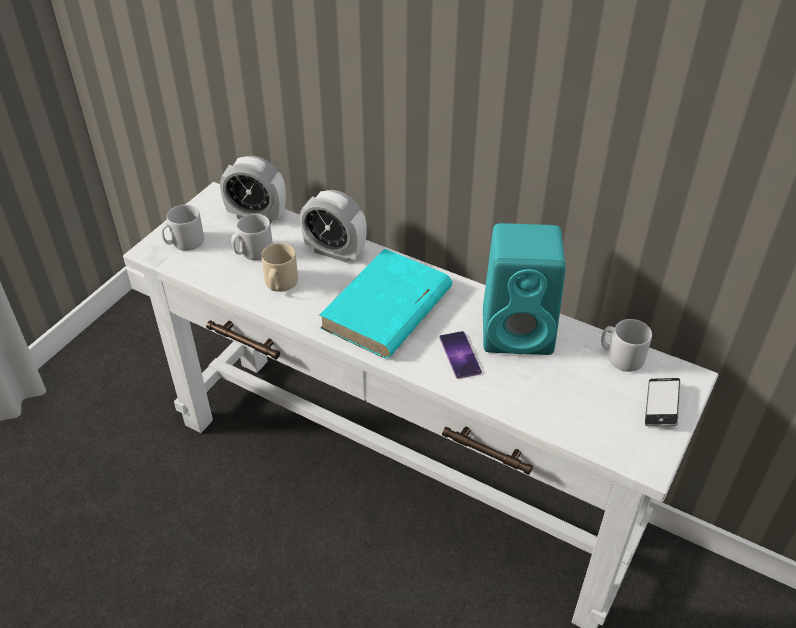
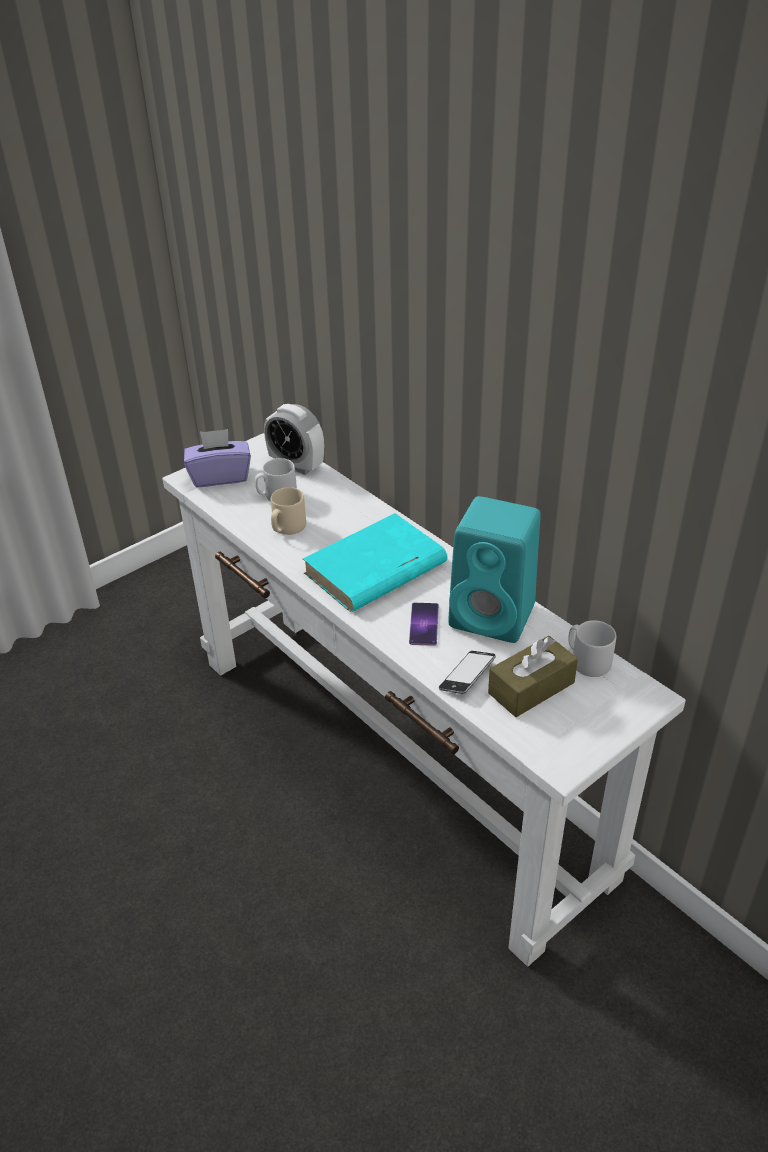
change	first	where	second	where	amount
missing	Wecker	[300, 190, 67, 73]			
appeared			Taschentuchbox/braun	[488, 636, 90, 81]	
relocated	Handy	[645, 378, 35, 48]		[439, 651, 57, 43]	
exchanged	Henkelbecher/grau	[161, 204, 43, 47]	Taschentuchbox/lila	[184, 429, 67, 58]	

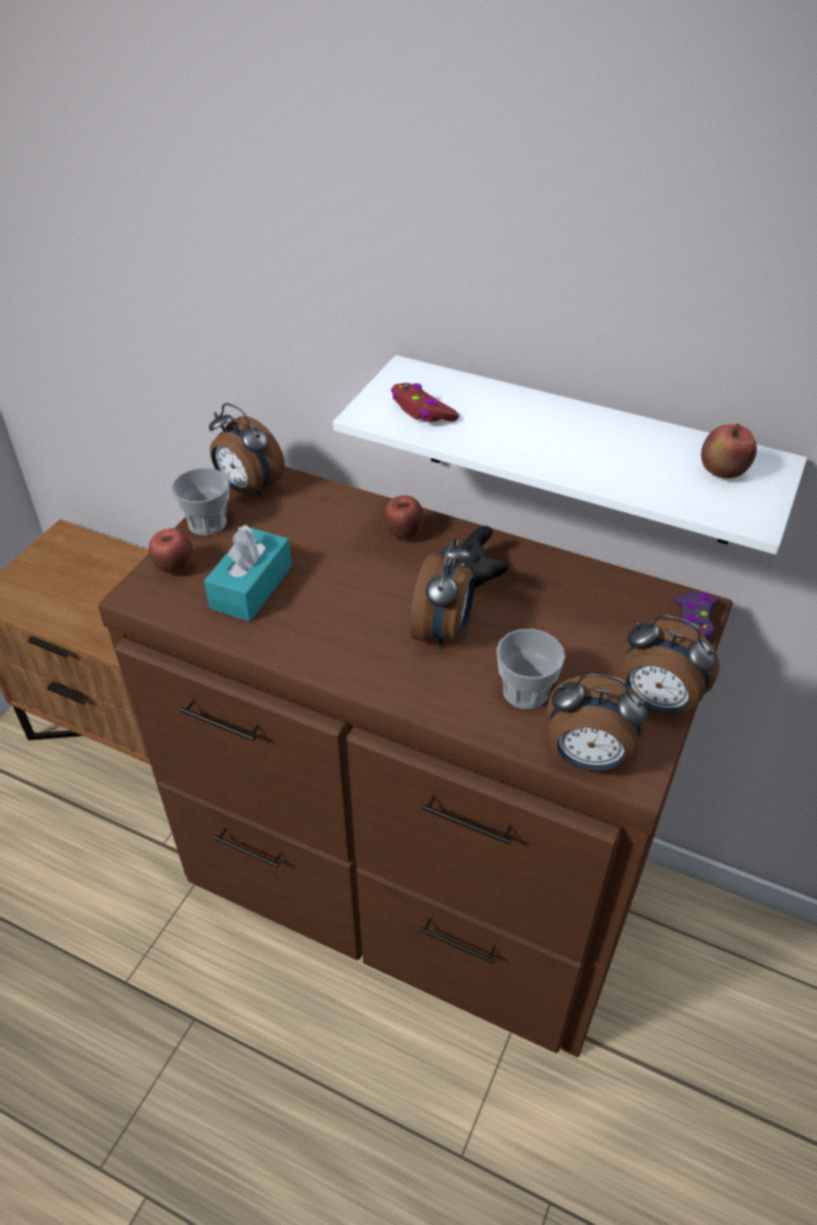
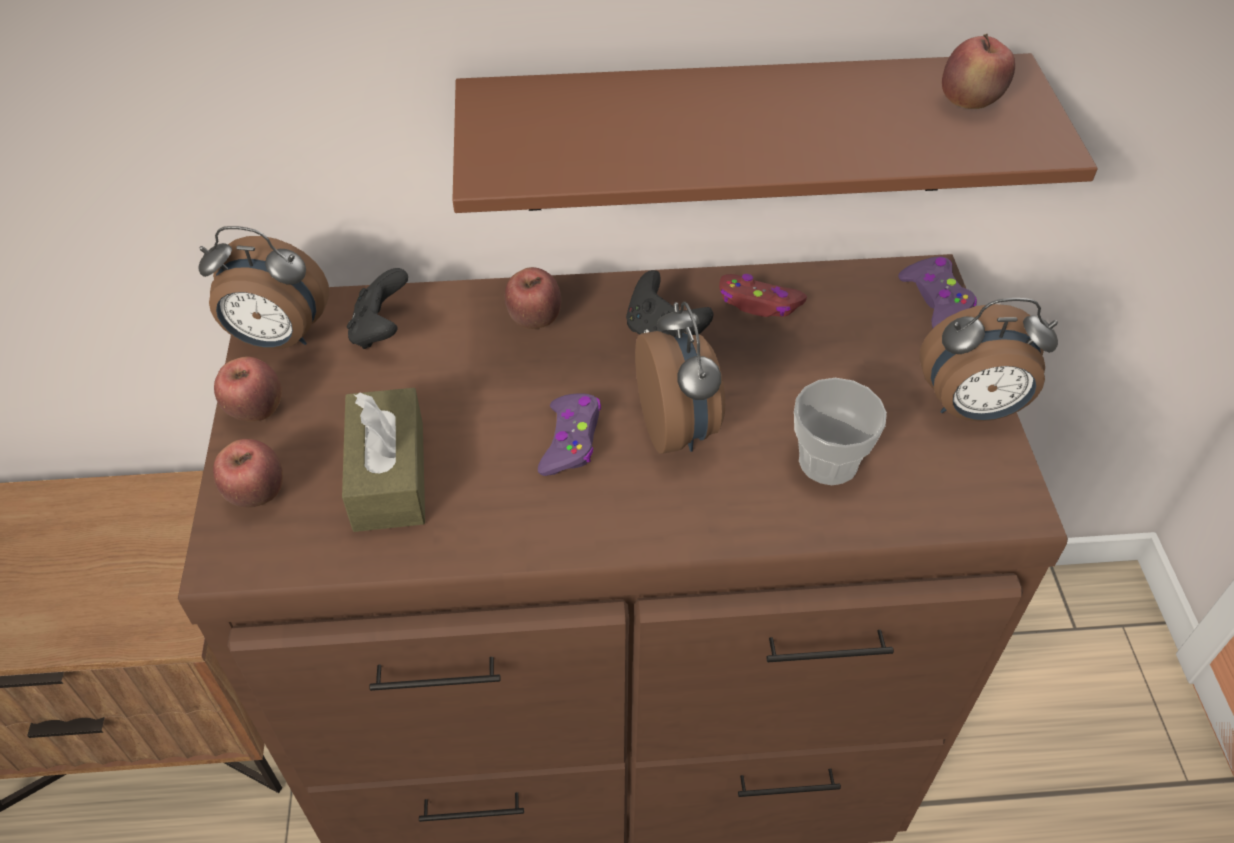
change	first	where	second	where	amount
missing	Wecker	[547, 673, 100, 99]			
appeared			Gamepad/schwarz	[347, 268, 61, 81]	
appeared			Gamepad/lila	[538, 393, 63, 83]	
relocated	Gamepad/rot	[391, 383, 68, 39]		[719, 274, 88, 43]	
exchanged	Tasse	[171, 468, 58, 68]	Apfel	[214, 357, 68, 64]	
colour	Taschentuchbox/türkis	[204, 525, 88, 96]	Taschentuchbox/braun	[342, 388, 83, 144]	
colour	Wandregal/weiß	[333, 355, 474, 200]	Wandregal/braun	[452, 53, 646, 160]	

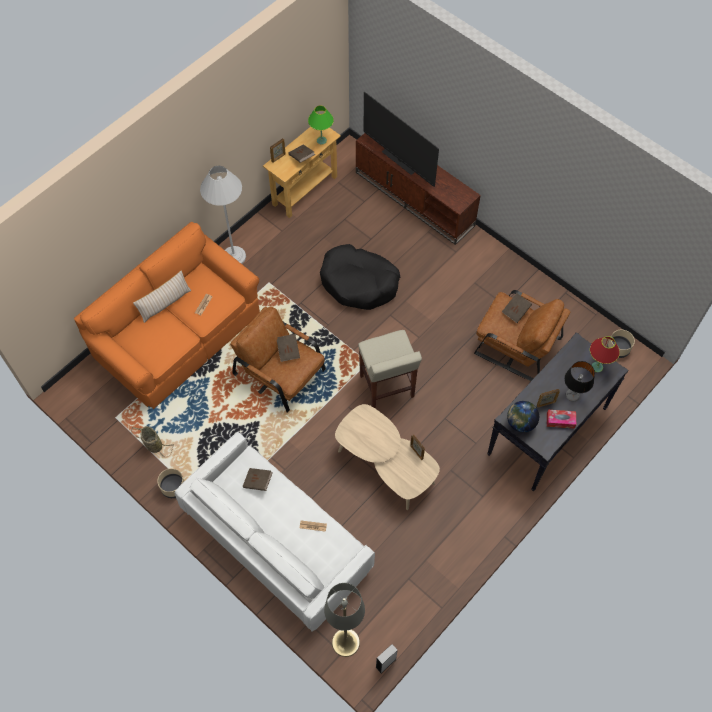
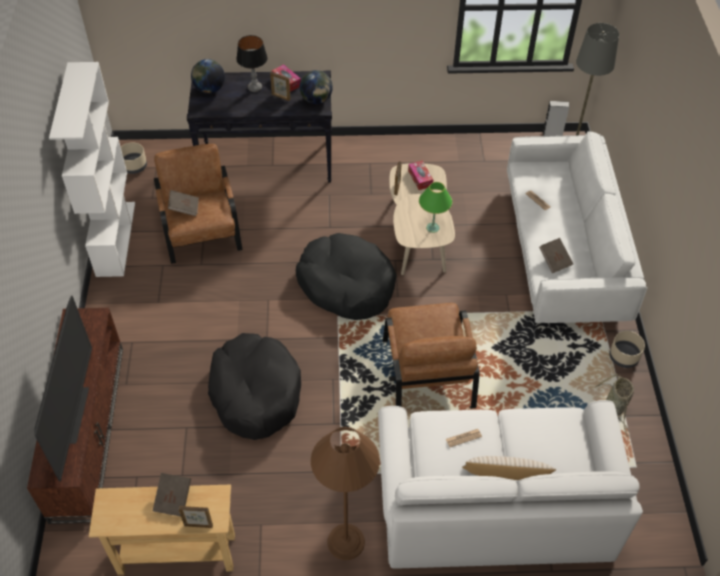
change	first	where	second	where	amount
missing	Buch/braun	[277, 334, 23, 28]			
appeared			Bücherregal/weiß	[49, 62, 86, 215]	
appeared			Taschentuchbox	[408, 161, 25, 29]	
relocated	Tischlampe/grün	[308, 105, 26, 40]		[419, 182, 33, 51]	
exchanged	Hocker/beige	[358, 330, 64, 79]	Hundebett/schwarz	[296, 233, 100, 87]	
exchanged	Tischlampe/rot	[590, 336, 30, 36]	Globus	[191, 59, 34, 34]	
colour	Sofa/orange	[74, 222, 186, 187]	Sofa/weiß	[378, 400, 265, 169]	
colour	Stehlampe/weiß	[200, 166, 46, 98]	Stehlampe/braun	[311, 427, 69, 133]	

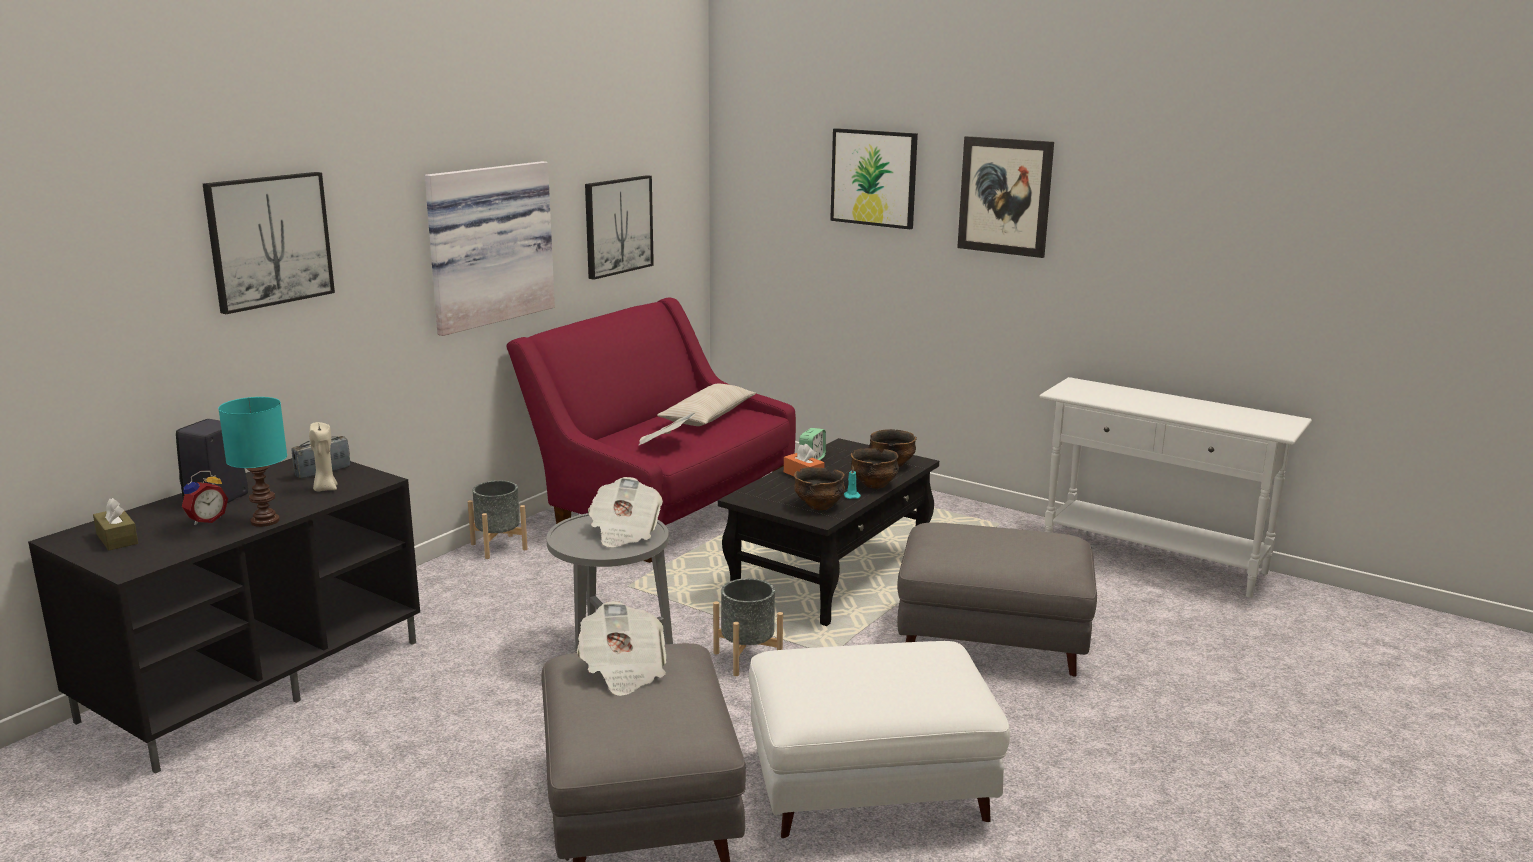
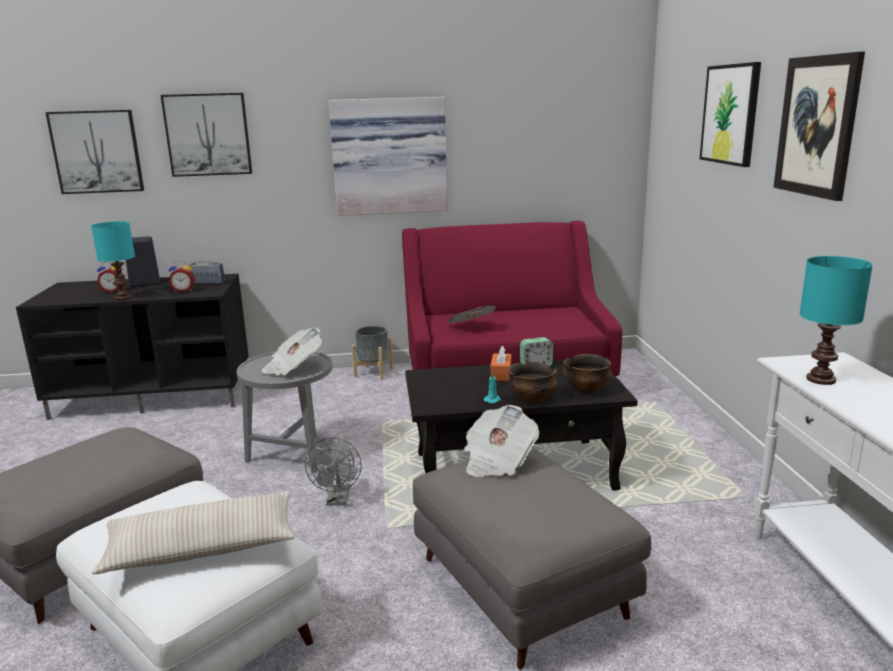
change	first	where	second	where	amount
missing	Taschentuchbox/braun	[93, 498, 45, 52]			
missing	Schüssel	[794, 467, 51, 43]			
appeared			Tischlampe/türkis	[799, 256, 74, 129]	
relocated	Zeitung	[577, 601, 89, 95]		[464, 405, 75, 72]	
relocated	Bild	[585, 175, 69, 105]		[45, 110, 99, 84]	
relocated	Kissen/beige	[657, 383, 99, 43]		[92, 491, 203, 83]	
exchanged	Kerze/beige	[309, 422, 28, 70]	Wecker	[169, 261, 26, 32]	
exchanged	Pflanzkübel/grau	[713, 578, 70, 98]	Ventilator/grau	[305, 437, 57, 68]	

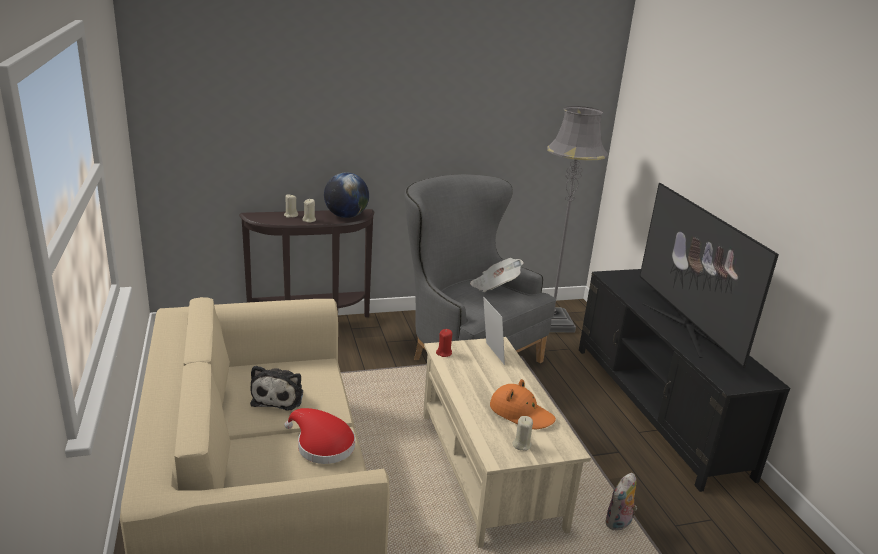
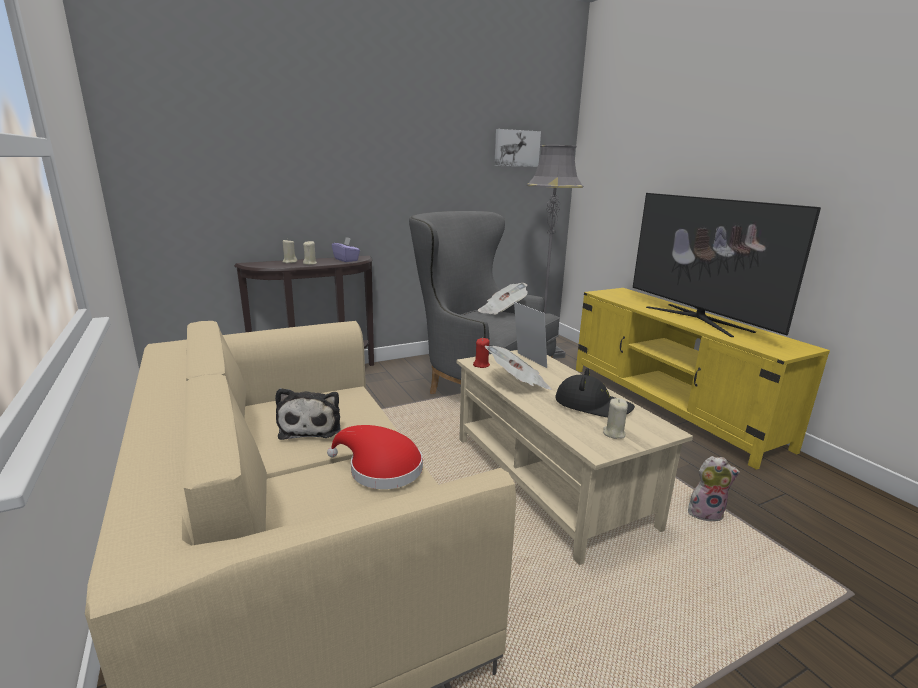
change	first	where	second	where	amount
appeared			Zeitung	[485, 346, 67, 44]	
appeared			Bild	[494, 129, 47, 38]	
exchanged	Globus	[324, 172, 45, 46]	Taschentuchbox/lila	[332, 237, 28, 25]	
colour	Hut/orange	[490, 379, 66, 50]	Hut/schwarz	[555, 368, 80, 49]	
colour	Fernsehschrank/schwarz	[579, 269, 211, 223]	Fernsehschrank/gelb	[576, 288, 254, 182]	
spun	Plüschtier	[605, 473, 32, 57]		[688, 456, 52, 65]	120 degrees counterclockwise

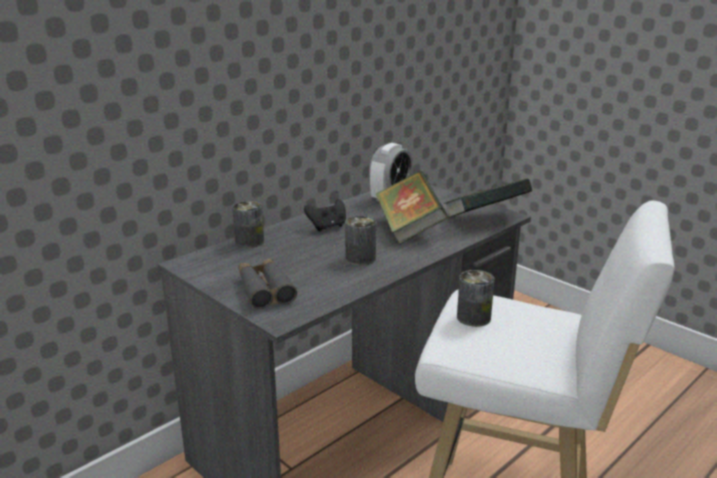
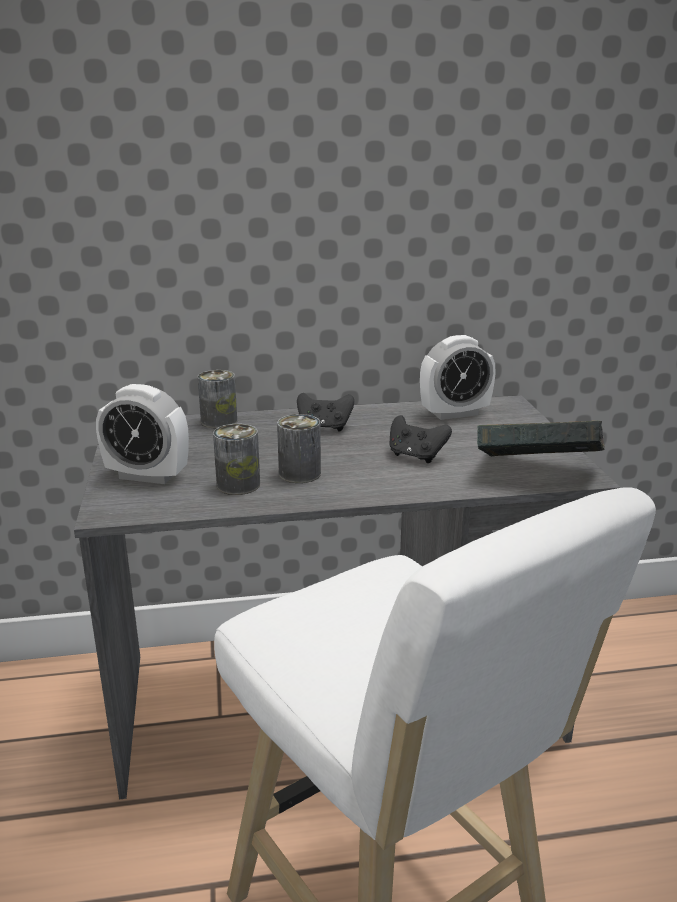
change	first	where	second	where	amount
relocated	Dose	[457, 270, 37, 57]		[213, 424, 47, 71]	
exchanged	Fernglas/grau	[238, 259, 59, 50]	Wecker	[96, 384, 93, 100]	
exchanged	Buch	[375, 171, 73, 73]	Gamepad/schwarz	[390, 415, 62, 48]	

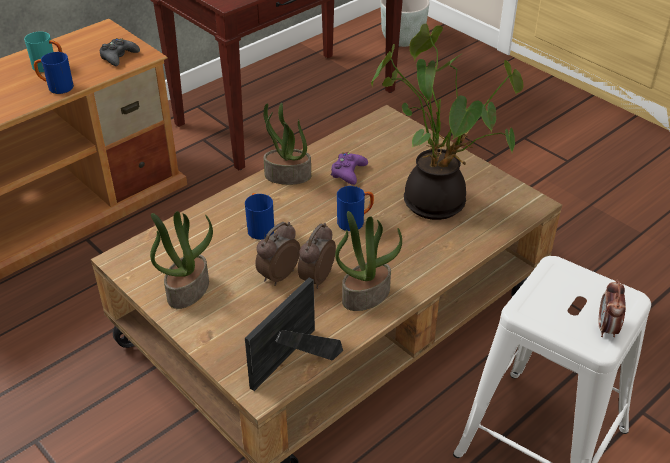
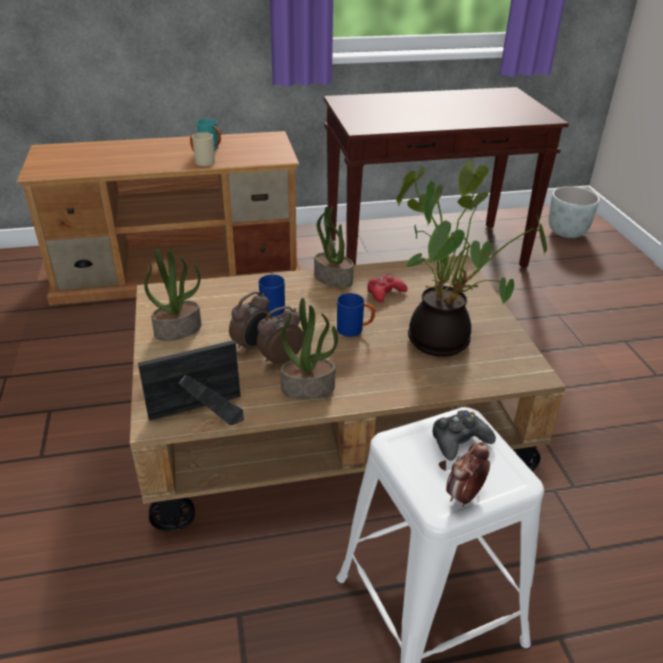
change	first	where	second	where	amount
relocated	Gamepad/schwarz	[100, 38, 40, 28]		[433, 410, 63, 51]	
colour	Henkelbecher/blau	[34, 52, 40, 42]	Henkelbecher/beige	[190, 132, 25, 34]	
colour	Gamepad/lila	[331, 152, 37, 33]	Gamepad/rot	[367, 274, 40, 29]	
spun	Wecker	[255, 222, 45, 64]		[229, 291, 43, 63]	150 degrees clockwise

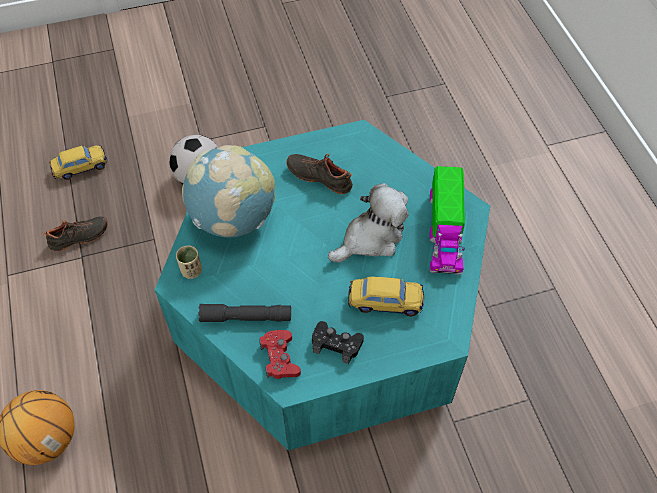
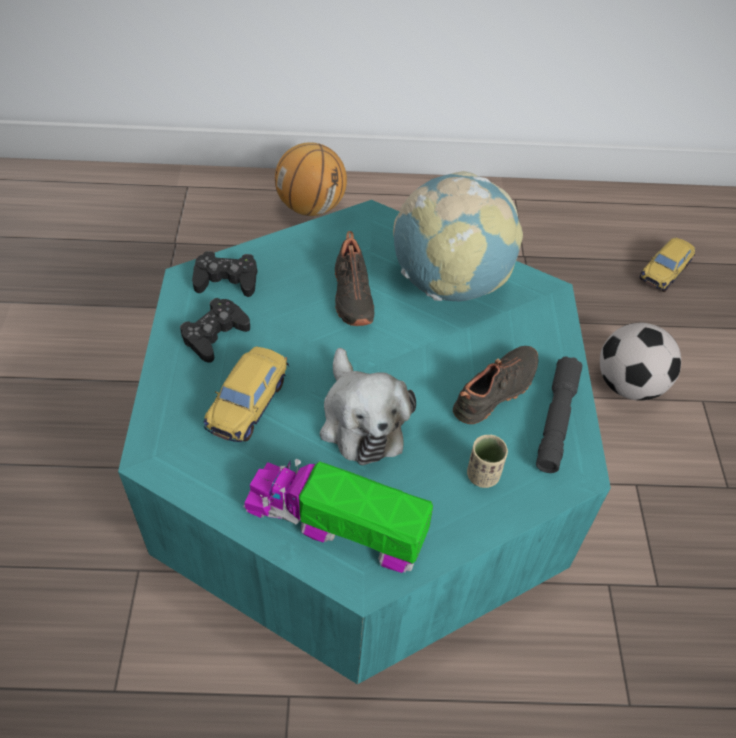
change	first	where	second	where	amount
relocated	Schuh/schwarz	[42, 216, 66, 35]		[335, 231, 39, 95]	
relocated	Tasse/beige	[176, 245, 26, 34]		[467, 435, 41, 53]	
relocated	Taschenlampe/grau	[198, 304, 93, 18]		[536, 356, 46, 117]	
colour	Gamepad/rot	[259, 330, 42, 49]	Gamepad/schwarz	[192, 251, 66, 46]	
spun	Spielzeugauto	[49, 145, 58, 35]		[639, 238, 56, 54]	45 degrees clockwise

